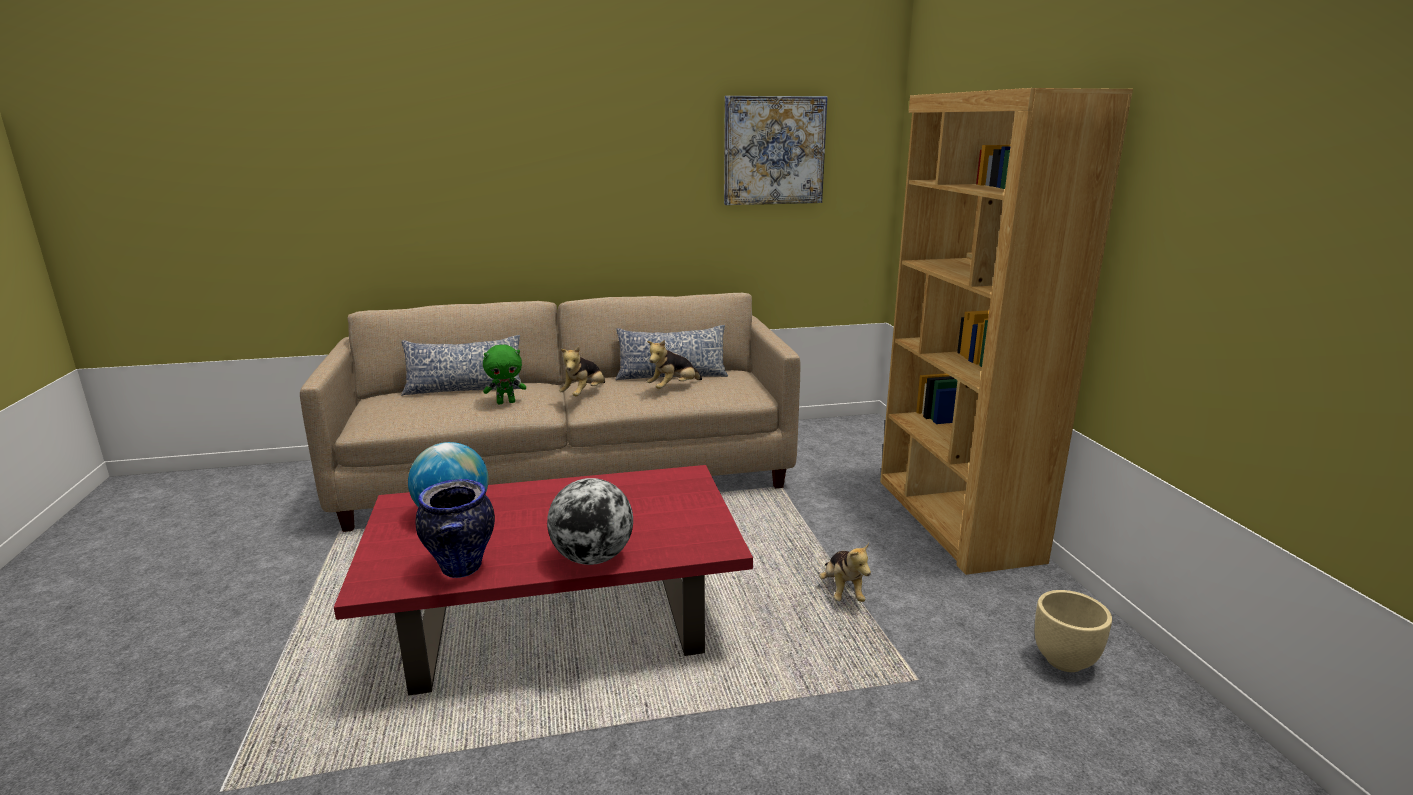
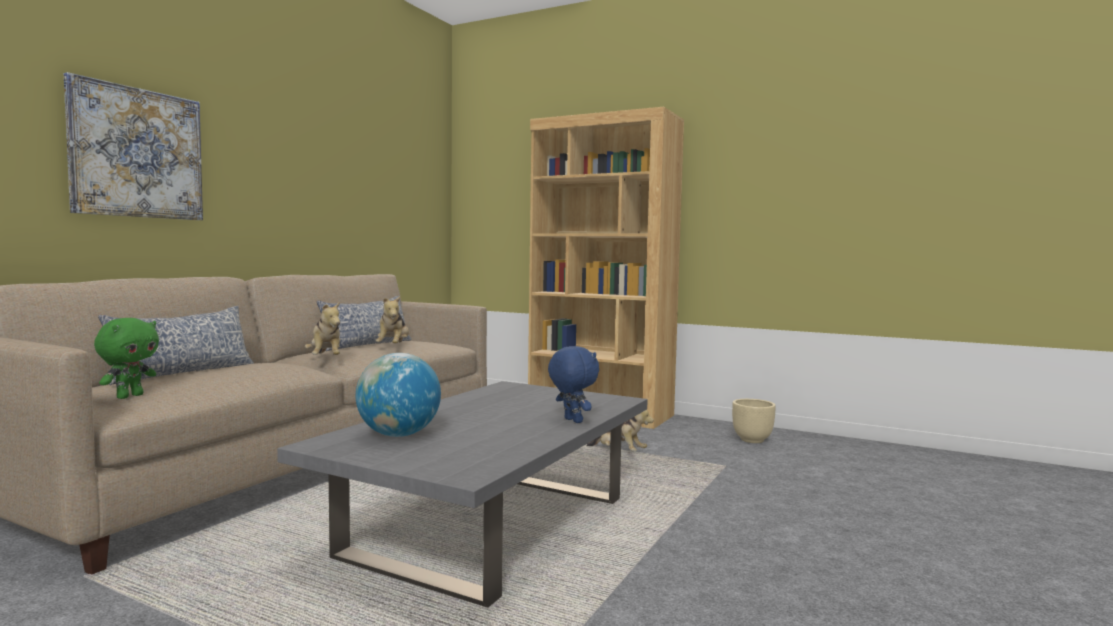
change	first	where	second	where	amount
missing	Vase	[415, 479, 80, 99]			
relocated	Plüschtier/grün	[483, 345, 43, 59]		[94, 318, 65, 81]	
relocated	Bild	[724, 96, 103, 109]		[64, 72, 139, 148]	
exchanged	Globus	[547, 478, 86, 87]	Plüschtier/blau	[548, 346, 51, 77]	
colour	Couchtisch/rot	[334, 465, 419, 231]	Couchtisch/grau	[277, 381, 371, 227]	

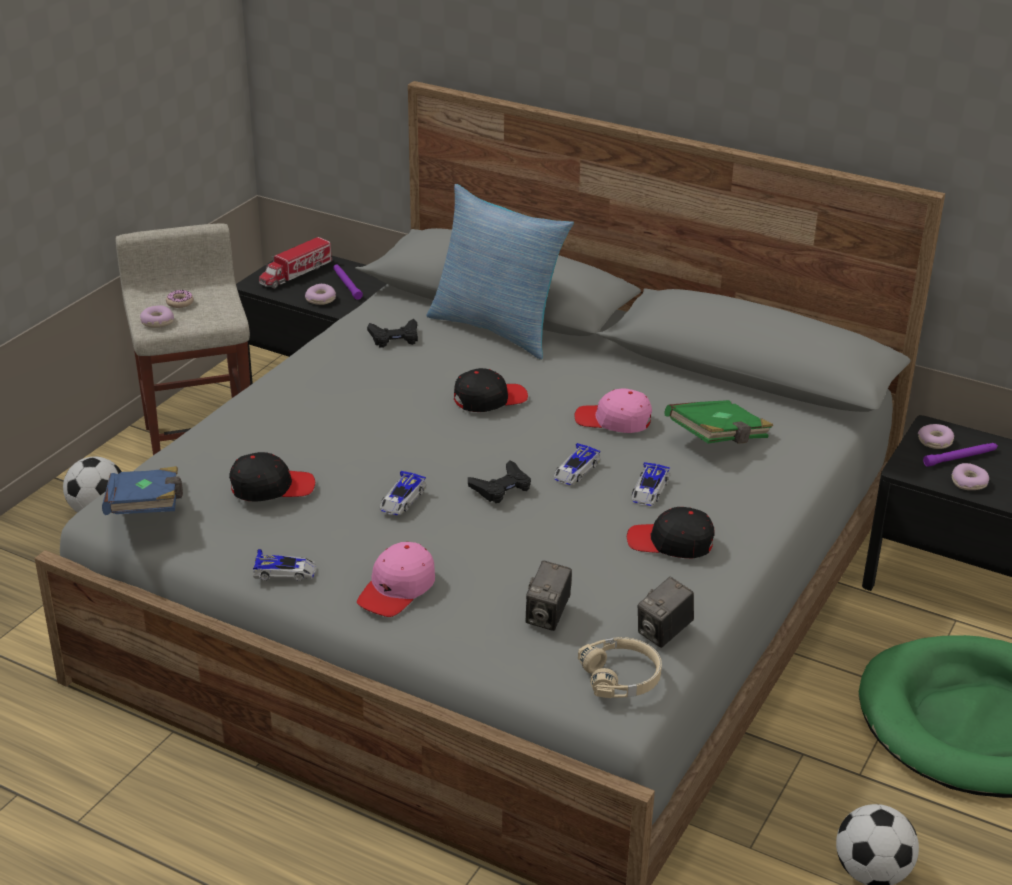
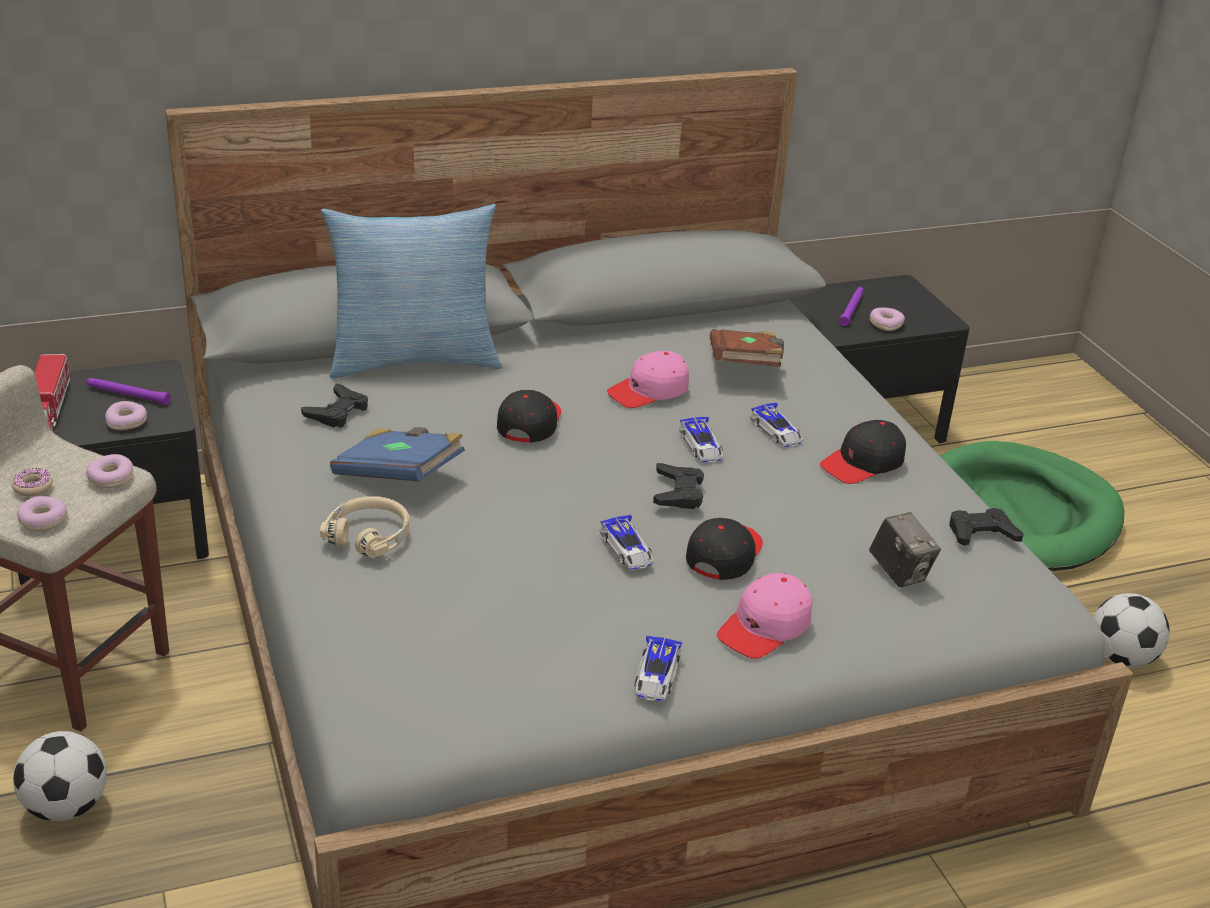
change	first	where	second	where	amount
relocated	Buch/blau	[102, 466, 81, 49]		[330, 427, 135, 54]	
relocated	Kappe/schwarz	[229, 452, 86, 50]		[686, 518, 77, 62]	
relocated	Kopfhörer/beige	[578, 637, 84, 61]		[320, 496, 89, 62]	
relocated	Donut	[918, 424, 36, 25]		[86, 454, 47, 34]	
exchanged	Kamera	[638, 577, 56, 71]	Gamepad/schwarz	[949, 508, 75, 38]	
colour	Buch/grün	[664, 400, 109, 43]	Buch/braun	[710, 329, 74, 38]	
spun	Spielzeugauto	[253, 549, 63, 32]		[635, 635, 47, 66]	150 degrees clockwise
spun	Kappe/rosa	[357, 542, 78, 75]		[717, 573, 96, 86]	60 degrees clockwise

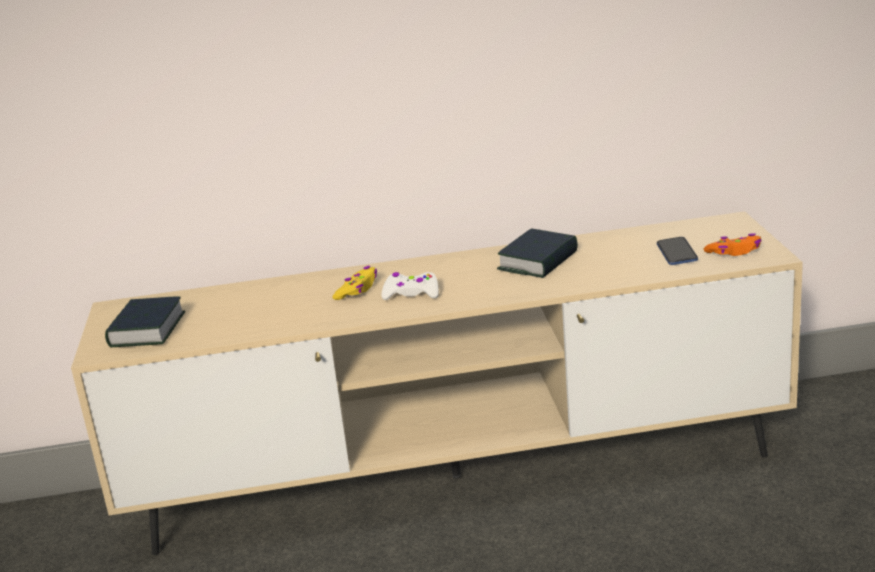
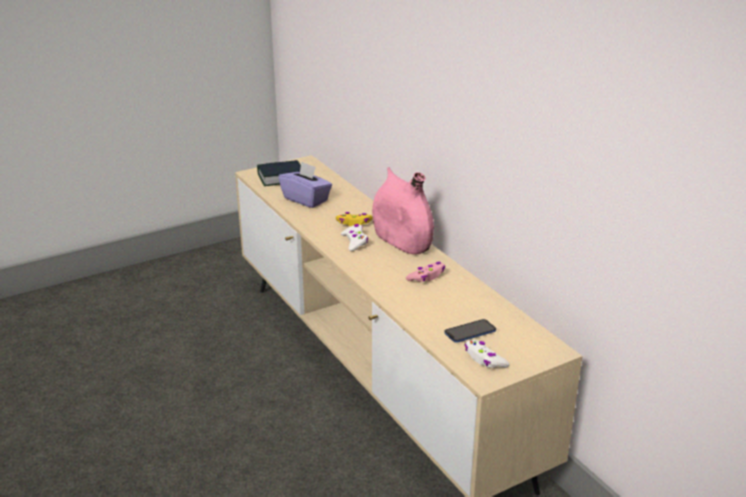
change	first	where	second	where	amount
appeared			Taschentuchbox/lila	[278, 161, 54, 47]	
appeared			Vase/rosa	[372, 167, 62, 88]	
exchanged	Buch	[497, 229, 81, 49]	Gamepad/rosa	[405, 262, 40, 20]	
colour	Gamepad/orange	[703, 233, 59, 23]	Gamepad/weiß	[465, 340, 45, 28]	

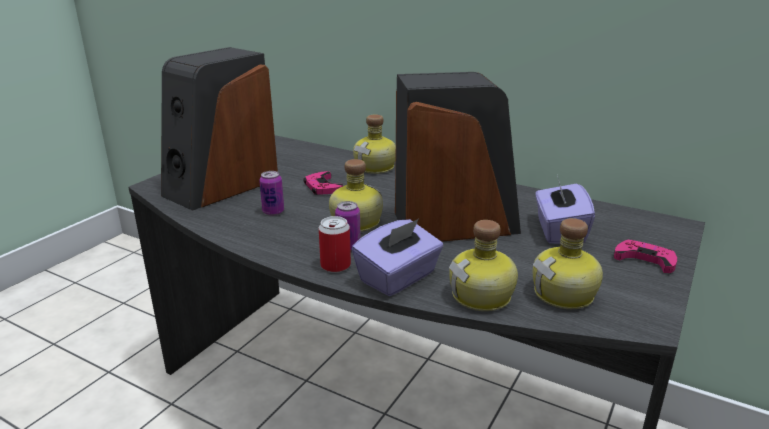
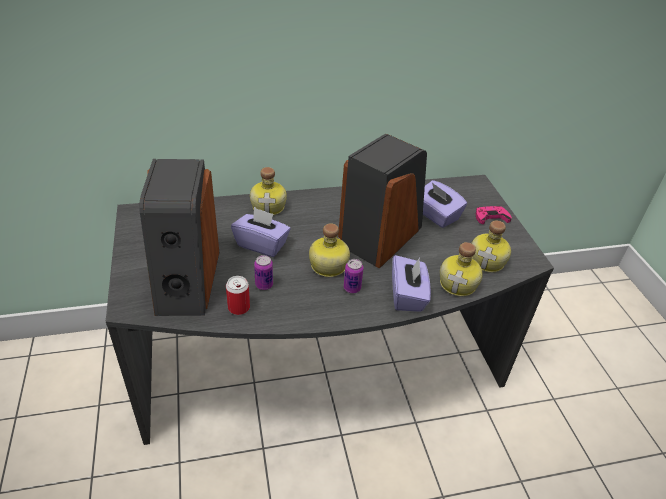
change	first	where	second	where	amount
relocated	Dose	[319, 216, 32, 56]		[226, 276, 24, 39]	
exchanged	Gamepad/rosa	[303, 171, 40, 24]	Taschentuchbox/lila	[231, 207, 60, 50]	

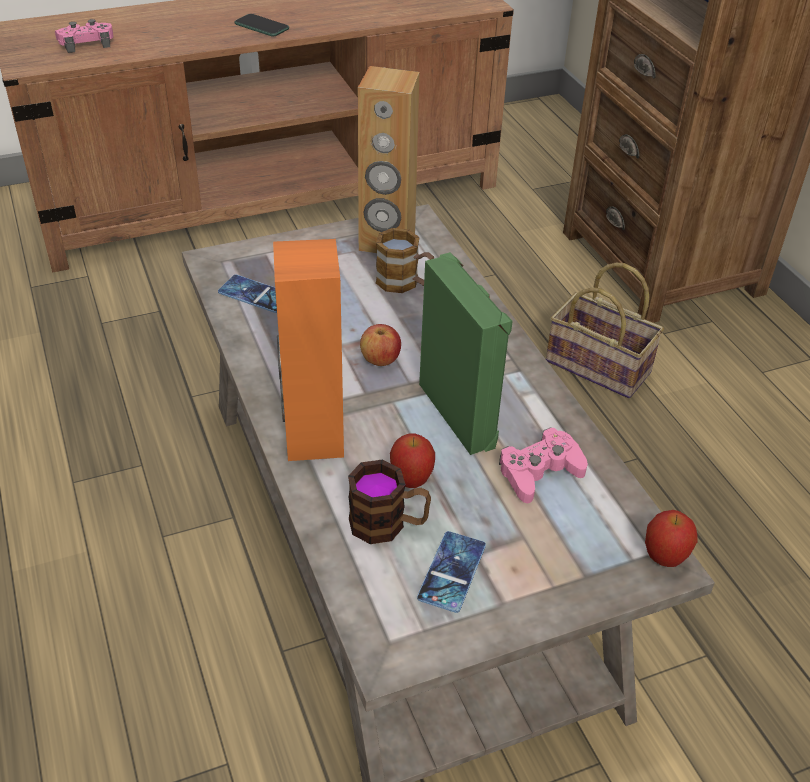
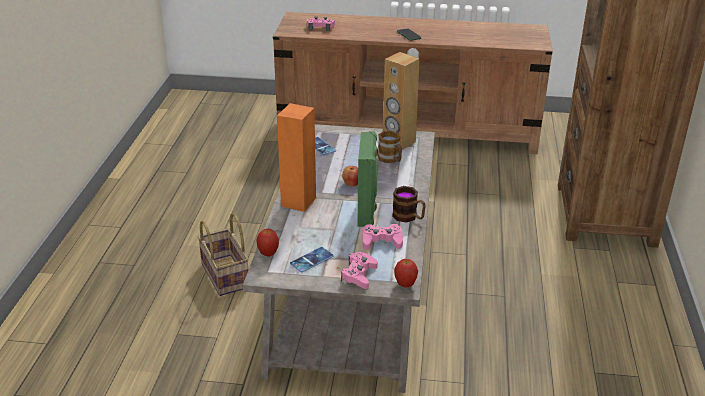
change	first	where	second	where	amount
appeared			Gamepad/rosa	[341, 252, 37, 37]	
relocated	Henkelbecher	[348, 460, 83, 84]		[392, 186, 34, 37]	
relocated	Apfel	[390, 433, 45, 55]		[256, 229, 23, 28]	
relocated	Korb	[546, 263, 118, 135]		[198, 213, 51, 83]	

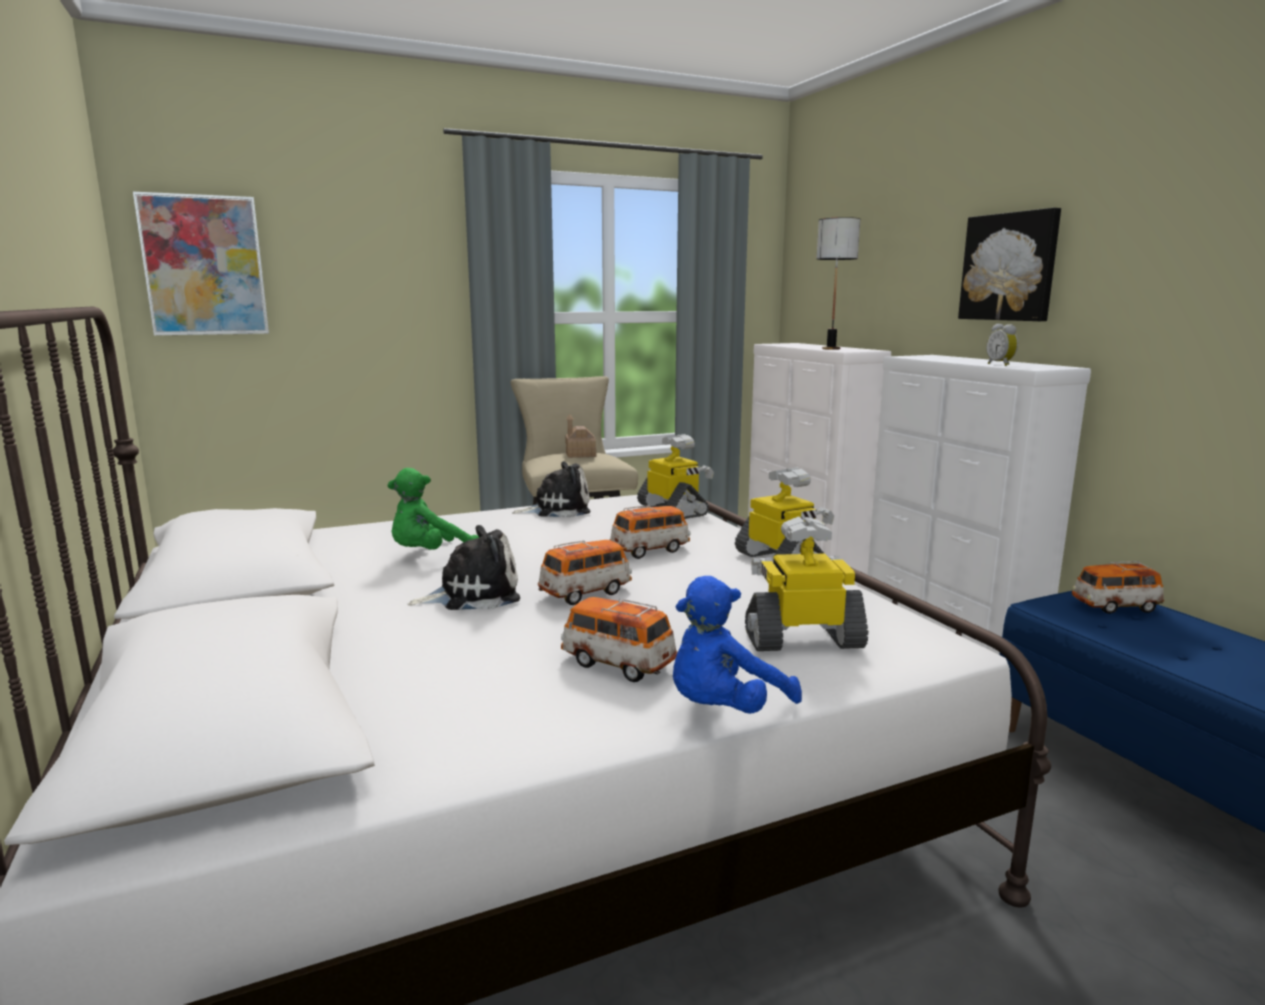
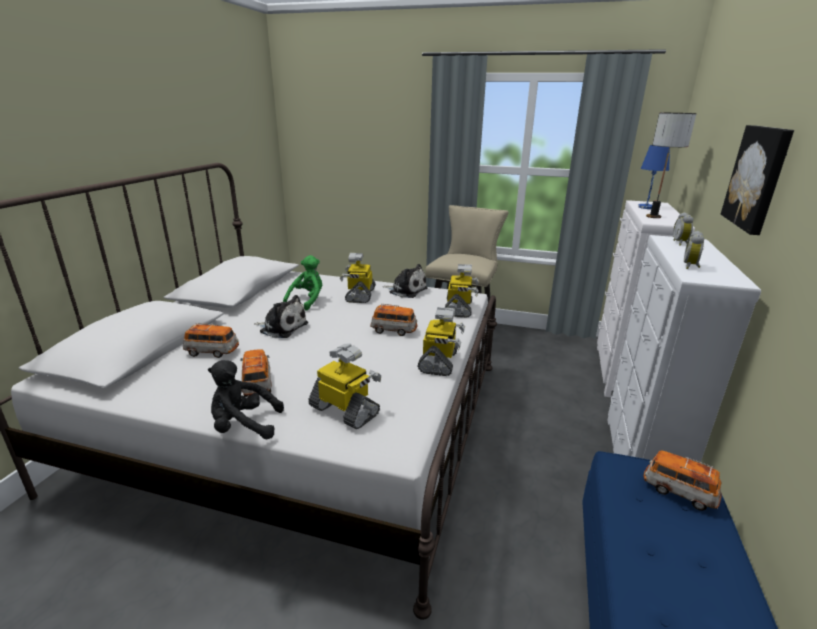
change	first	where	second	where	amount
missing	Bild	[133, 192, 136, 144]			
missing	Spielzeughaus	[565, 414, 31, 44]			
appeared			Spielzeugroboter	[340, 253, 36, 50]	
appeared			Tischlampe/blau	[638, 145, 32, 64]	
appeared			Wecker	[673, 212, 20, 34]	
relocated	Spielzeugauto	[538, 540, 94, 65]		[183, 323, 56, 35]	
colour	Plüschtier/blau	[673, 576, 129, 138]	Plüschtier/schwarz	[208, 360, 76, 79]	
spun	Plüschtier/grün	[388, 468, 91, 82]		[283, 255, 39, 56]	120 degrees clockwise

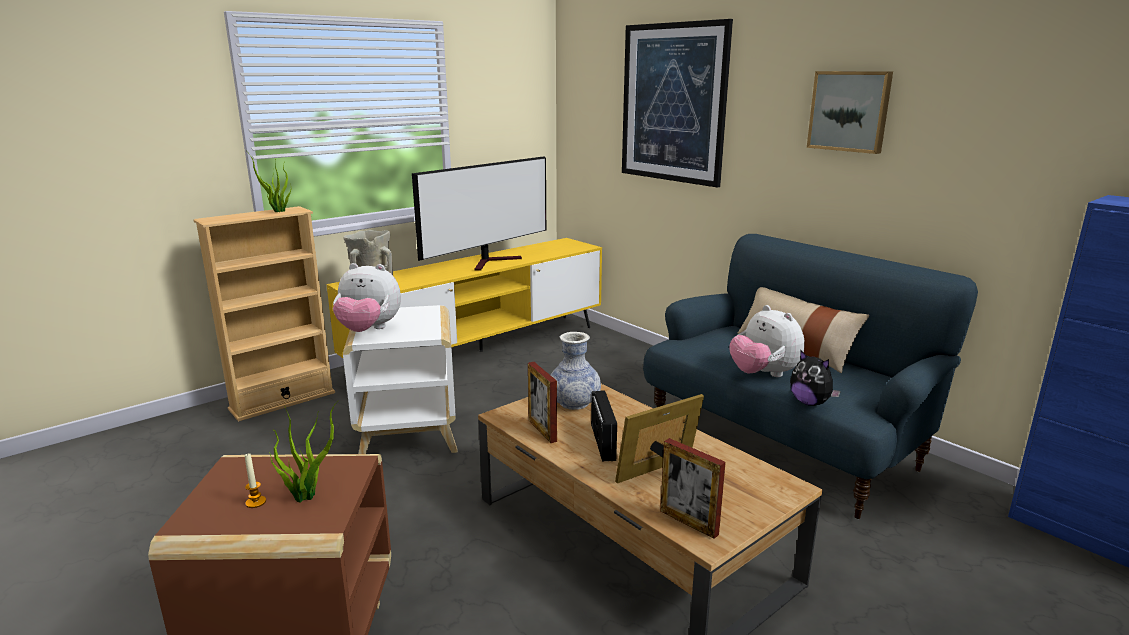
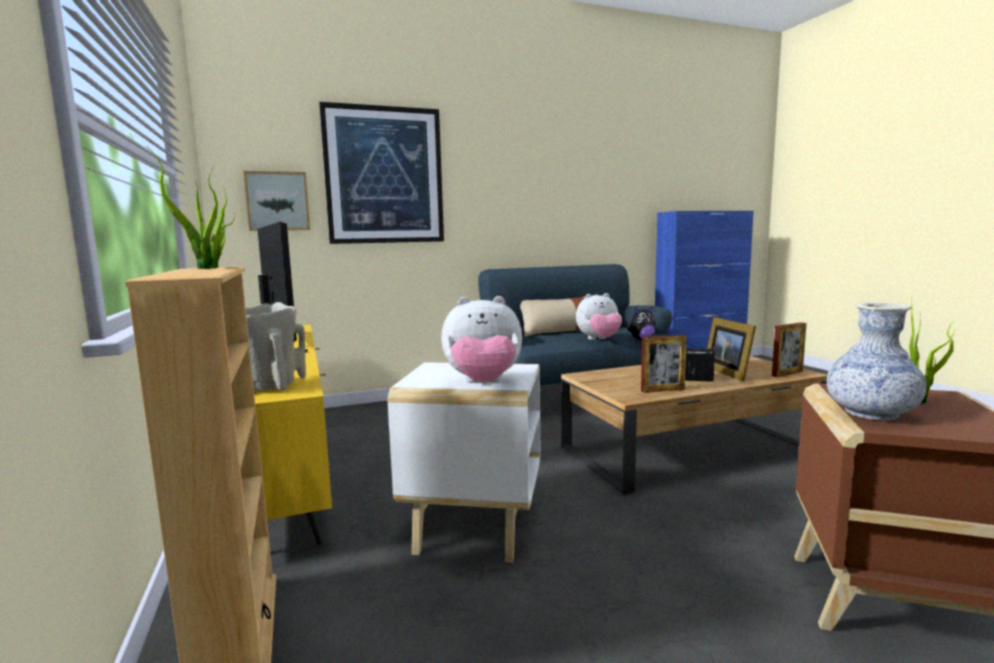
change	first	where	second	where	amount
missing	Kerze	[245, 453, 21, 55]			
relocated	Vase	[551, 332, 50, 78]		[827, 302, 100, 118]	
relocated	Bild	[807, 71, 86, 83]		[244, 171, 66, 60]	
spun	Plüschtier	[333, 263, 68, 69]		[441, 296, 81, 87]	60 degrees clockwise

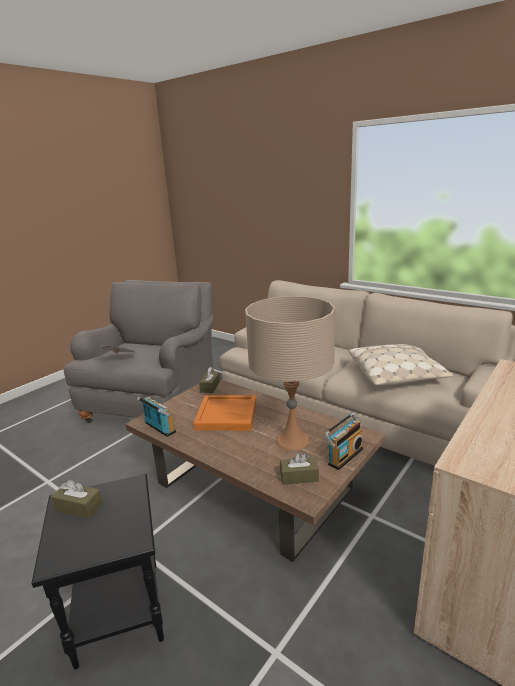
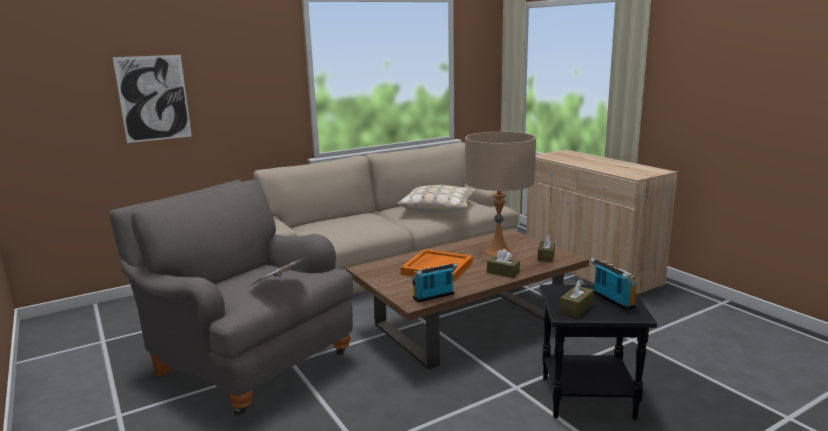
change	first	where	second	where	amount
appeared			Bild	[113, 55, 79, 88]	
relocated	Taschentuchbox/braun	[199, 367, 21, 26]		[487, 249, 33, 29]	
relocated	Radio	[323, 413, 40, 57]		[590, 258, 47, 52]	

